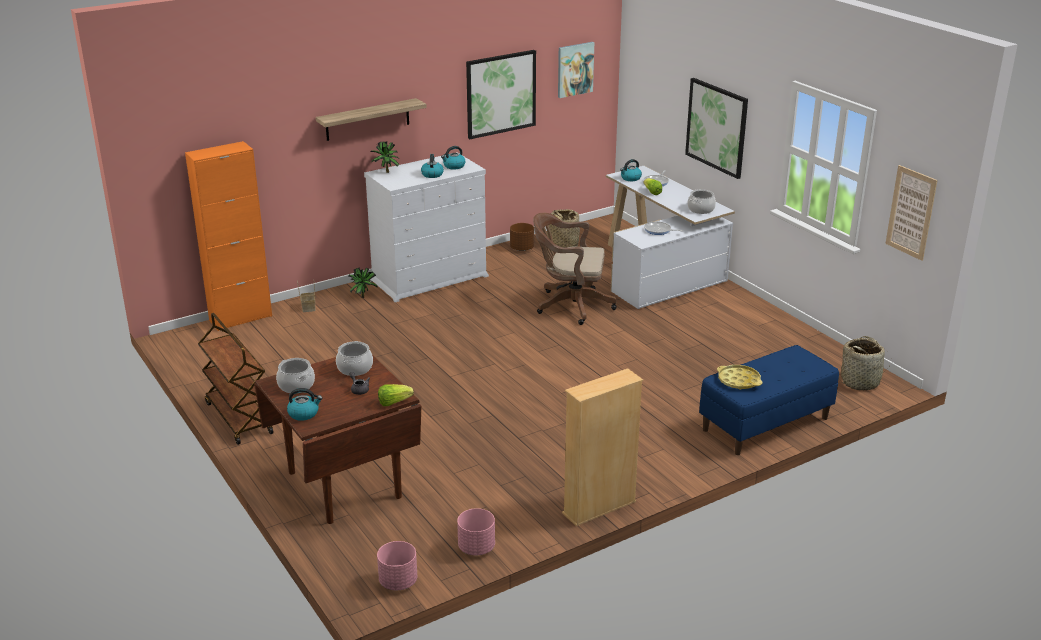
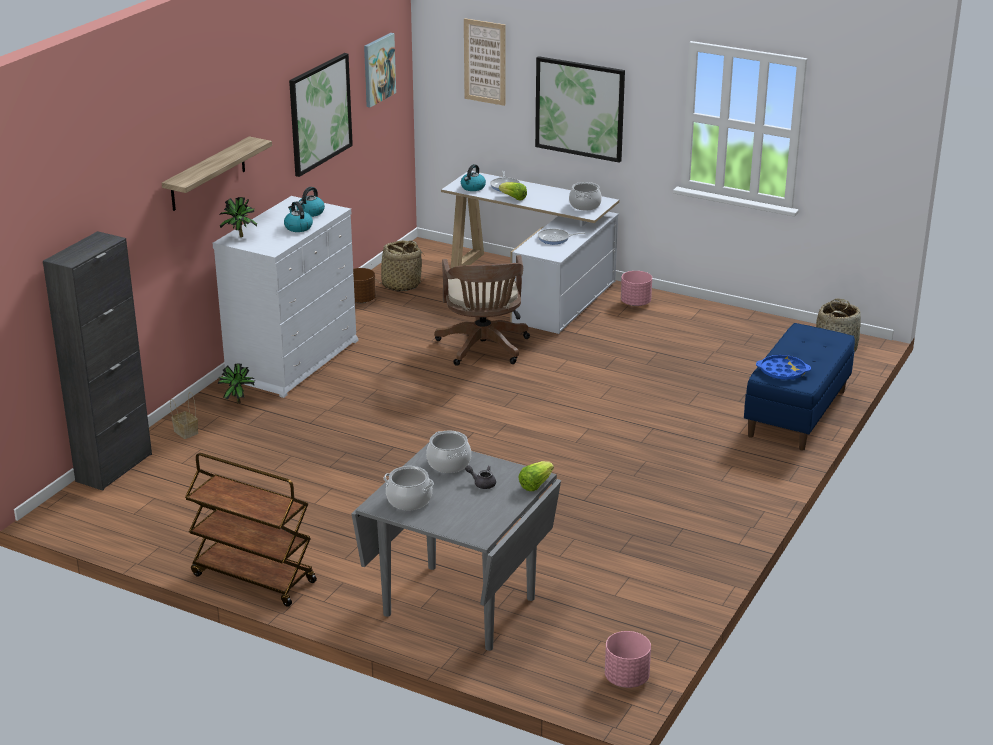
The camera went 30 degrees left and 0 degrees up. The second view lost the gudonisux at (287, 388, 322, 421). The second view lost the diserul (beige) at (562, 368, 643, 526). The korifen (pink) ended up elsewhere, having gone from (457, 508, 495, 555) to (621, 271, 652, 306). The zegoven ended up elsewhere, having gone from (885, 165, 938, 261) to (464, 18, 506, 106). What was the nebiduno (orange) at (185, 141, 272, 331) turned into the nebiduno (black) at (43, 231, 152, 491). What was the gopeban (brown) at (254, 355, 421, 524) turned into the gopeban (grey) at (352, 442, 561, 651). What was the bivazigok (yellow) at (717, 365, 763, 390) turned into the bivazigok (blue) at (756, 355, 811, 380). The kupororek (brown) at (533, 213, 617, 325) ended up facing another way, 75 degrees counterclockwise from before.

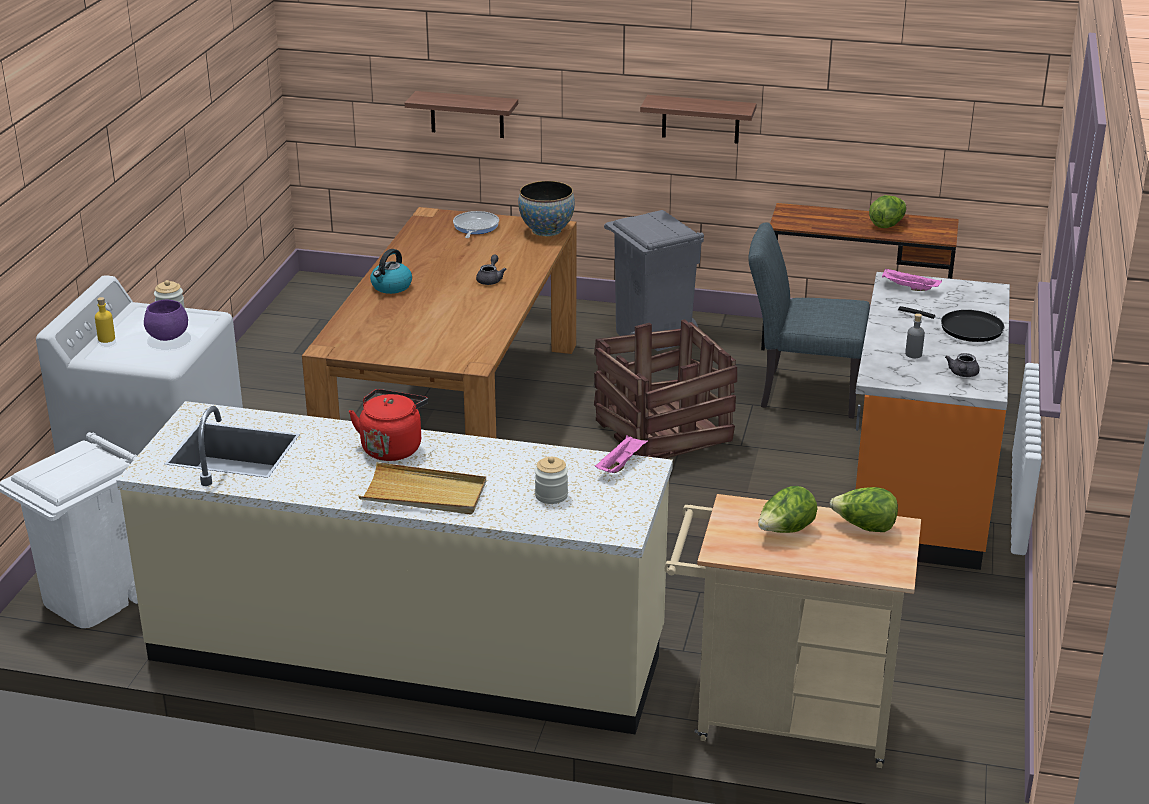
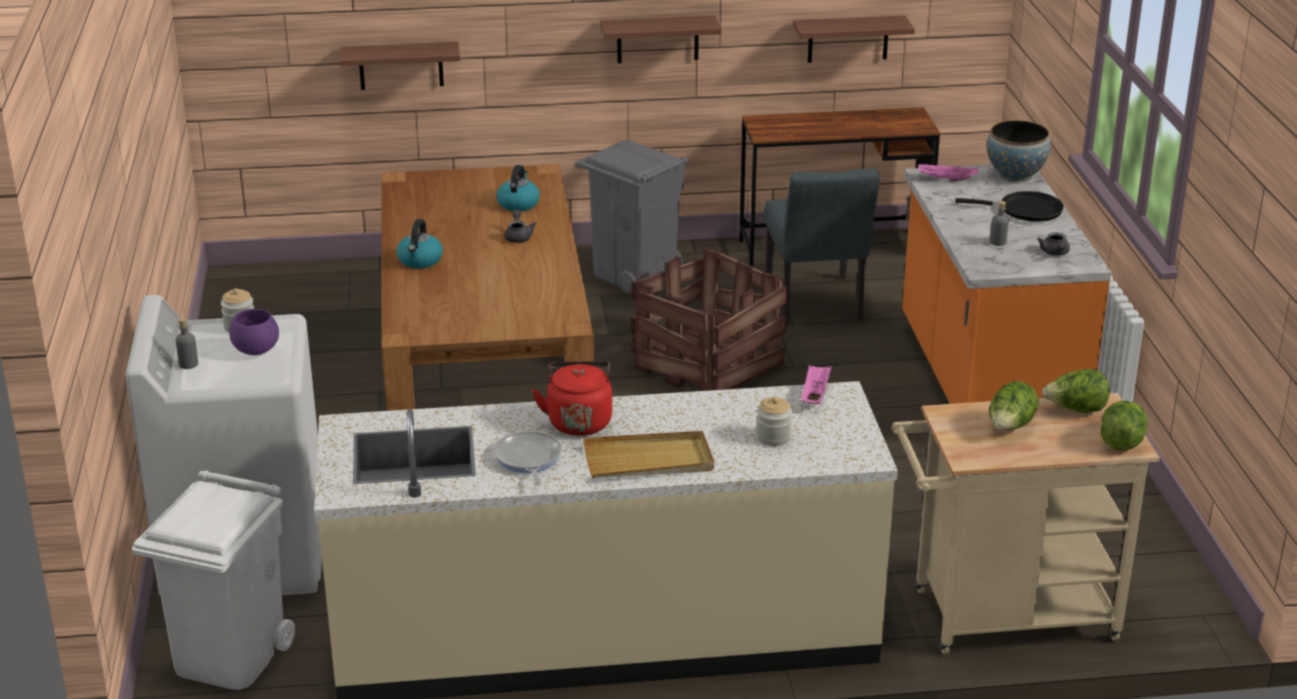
The camera went 20 degrees left and 0 degrees up. The second view gained the gudonisux at (497, 165, 540, 211). The second view gained the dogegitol at (793, 16, 915, 63). The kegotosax ended up elsewhere, having gone from (453, 211, 499, 238) to (494, 431, 562, 485). The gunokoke ended up elsewhere, having gone from (518, 181, 575, 237) to (987, 120, 1050, 182). The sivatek ended up elsewhere, having gone from (869, 195, 906, 228) to (1101, 401, 1148, 451). What was the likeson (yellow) at (95, 297, 115, 343) turned into the likeson (grey) at (176, 318, 198, 369). The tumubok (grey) at (748, 223, 870, 419) ended up facing another way, 90 degrees counterclockwise from before.

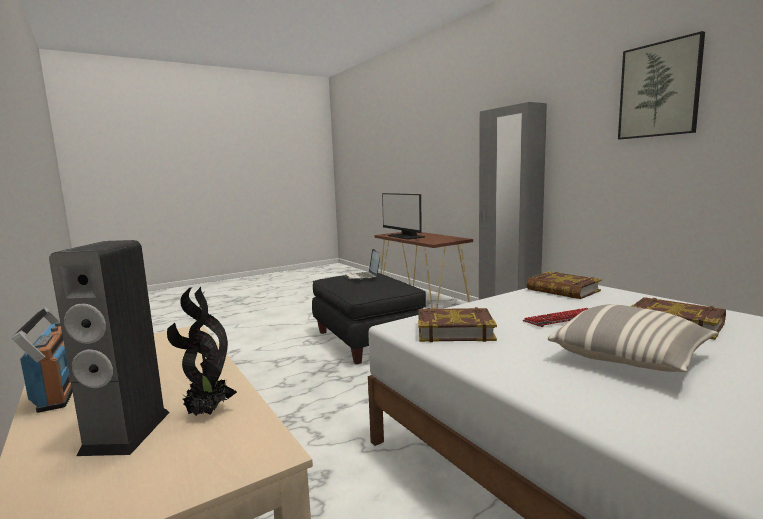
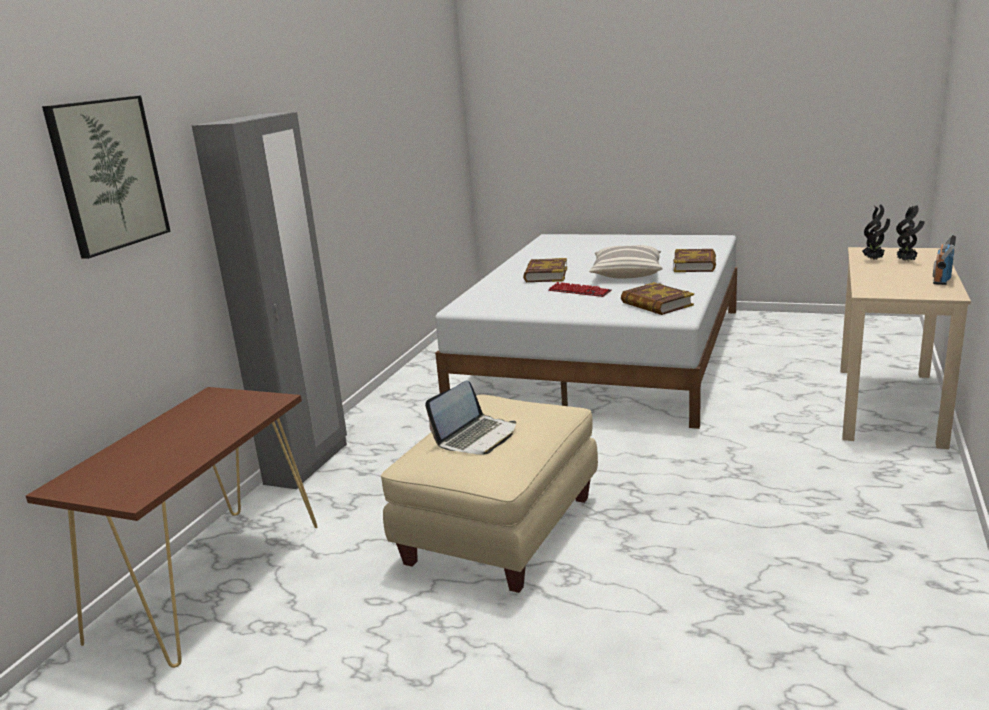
The camera went 125 degrees left and 10 degrees up. The second view lost the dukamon at (382, 193, 425, 240). The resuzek ended up elsewhere, having gone from (527, 271, 602, 299) to (673, 249, 716, 272). The zegoven ended up elsewhere, having gone from (618, 31, 705, 139) to (42, 95, 171, 259). Where the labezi stood at (49, 240, 170, 456), the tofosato came to stand at (896, 205, 925, 262). What was the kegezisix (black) at (312, 273, 426, 364) turned into the kegezisix (beige) at (381, 394, 598, 593).

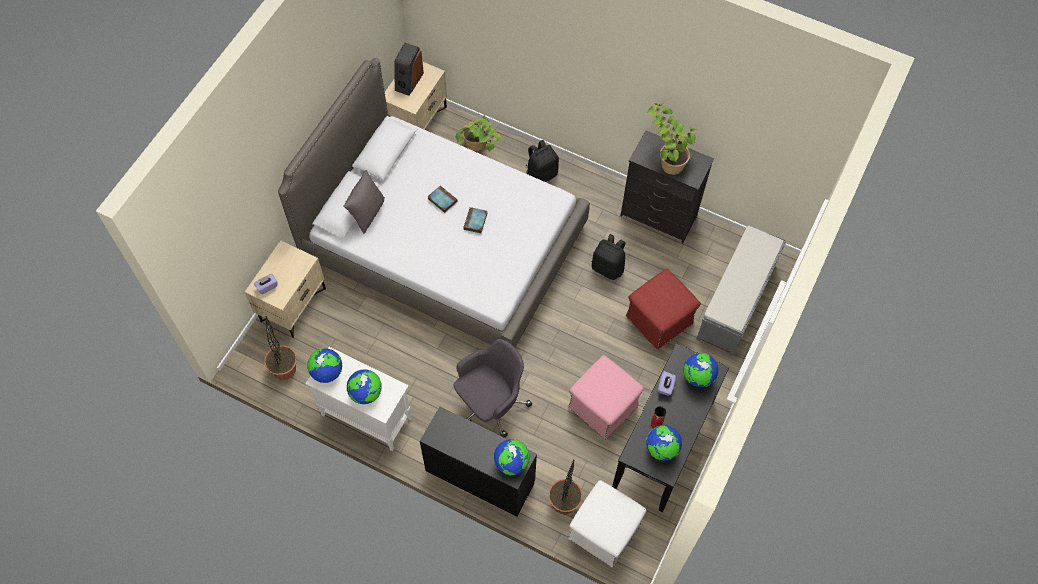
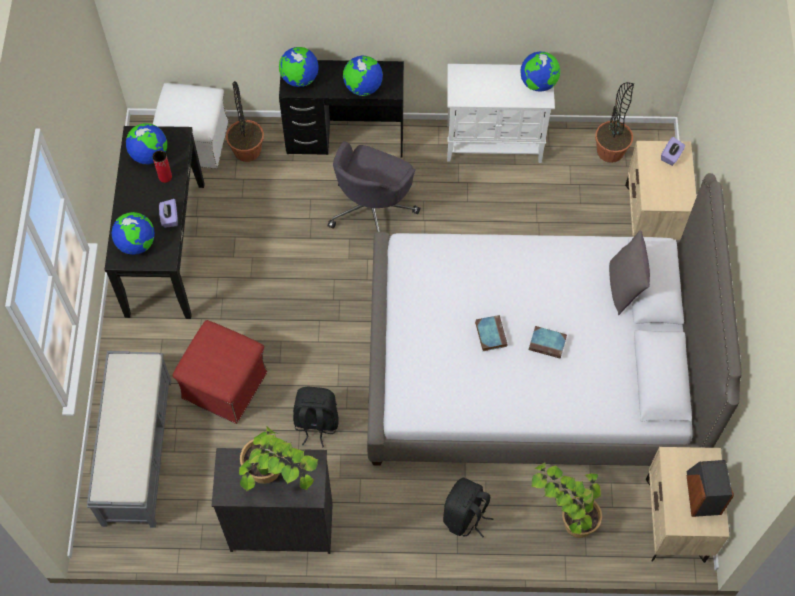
The camera went 155 degrees right and 0 degrees up. The second view lost the kegezisix (pink) at (568, 355, 644, 439). The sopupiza ended up elsewhere, having gone from (347, 369, 382, 404) to (343, 56, 383, 96).

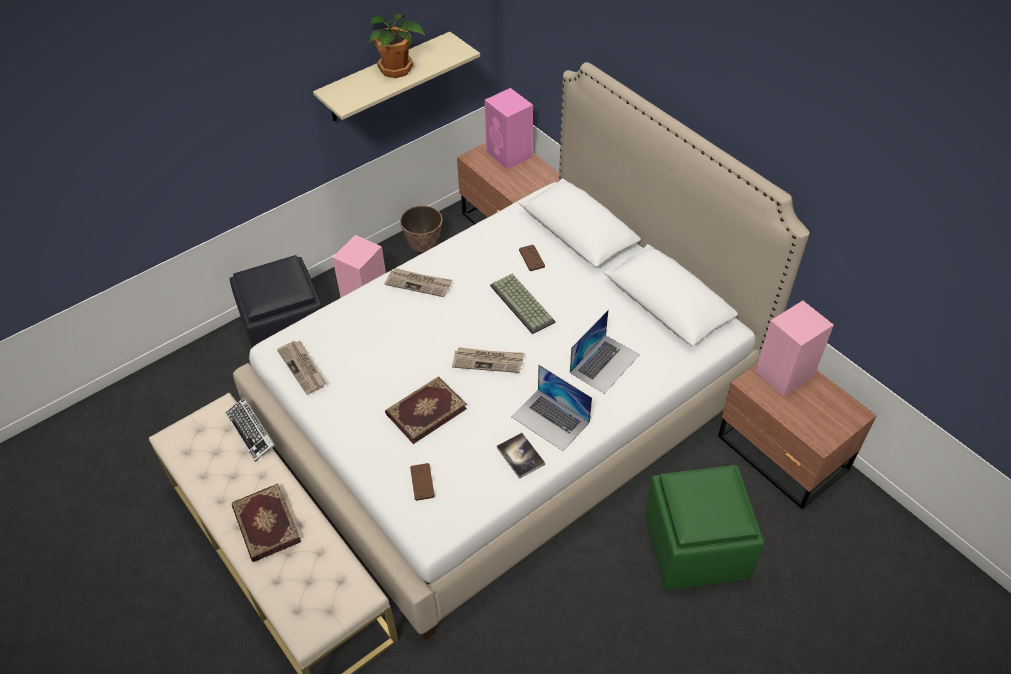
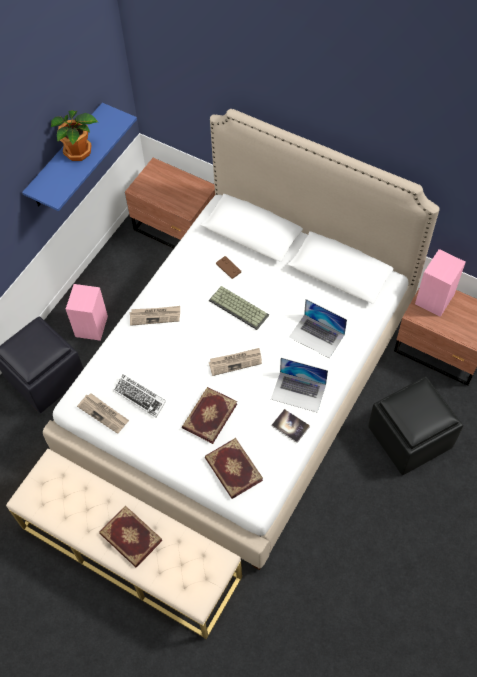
The camera went 20 degrees left and 10 degrees up. The second view lost the korifen at (400, 206, 442, 253). The second view lost the labezi (pink) at (485, 88, 533, 170). The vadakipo ended up elsewhere, having gone from (225, 397, 275, 462) to (113, 374, 166, 417). Where the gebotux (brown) stood at (410, 463, 435, 501), the resuzek came to stand at (205, 438, 263, 499). What was the dogegitol (beige) at (313, 32, 480, 121) turned into the dogegitol (blue) at (22, 103, 137, 211). What was the kegezisix (green) at (645, 465, 765, 590) turned into the kegezisix (black) at (368, 376, 463, 475). The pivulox at (570, 310, 640, 394) ended up facing another way, 105 degrees clockwise from before.

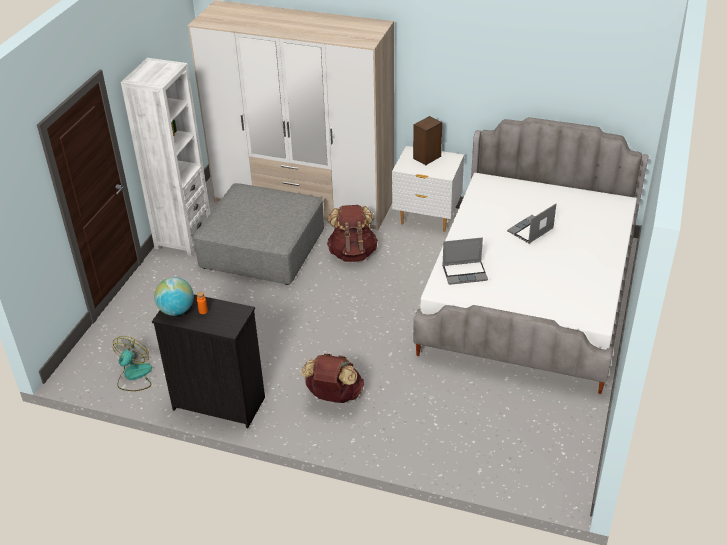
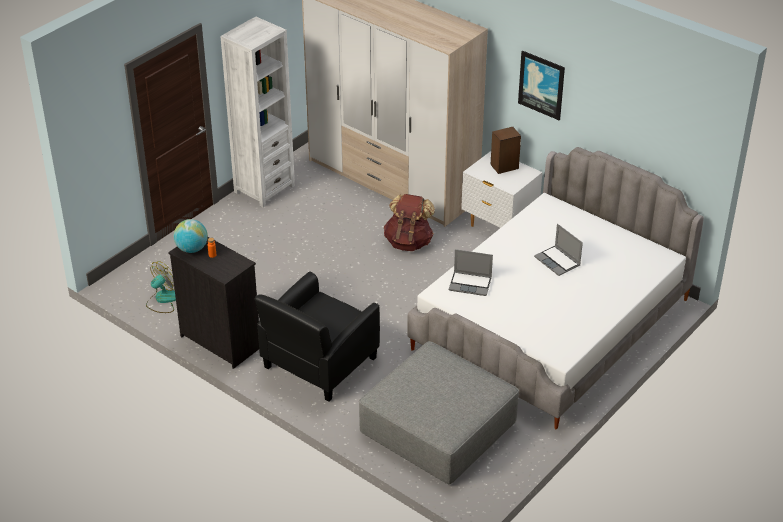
The camera went 20 degrees right and 0 degrees up. The second view gained the zegoven at (518, 51, 565, 120). The kegezisix (grey) ended up elsewhere, having gone from (193, 183, 324, 285) to (359, 341, 519, 484). Where the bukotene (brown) stood at (301, 353, 364, 403), the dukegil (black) came to stand at (255, 271, 380, 402). The pivulox at (507, 204, 556, 243) ended up facing another way, 105 degrees counterclockwise from before.

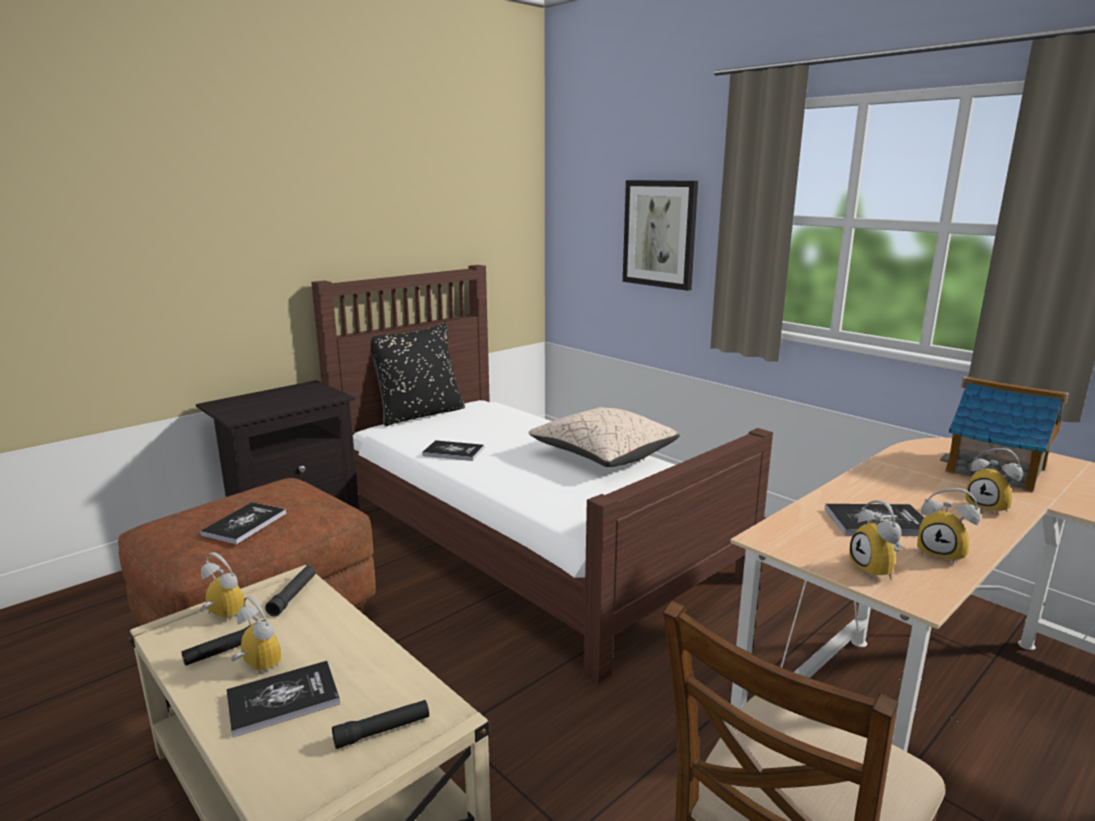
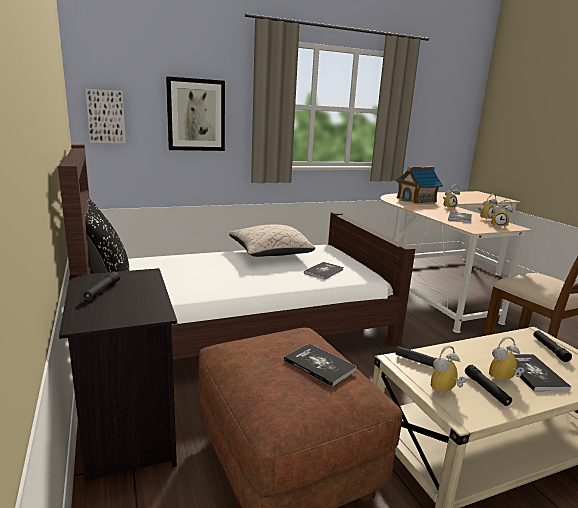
The camera went 70 degrees left and 0 degrees up. The second view gained the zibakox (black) at (83, 272, 120, 300). The second view gained the zegoven at (86, 89, 126, 143). The resuzek ended up elsewhere, having gone from (422, 440, 484, 461) to (304, 262, 343, 280).

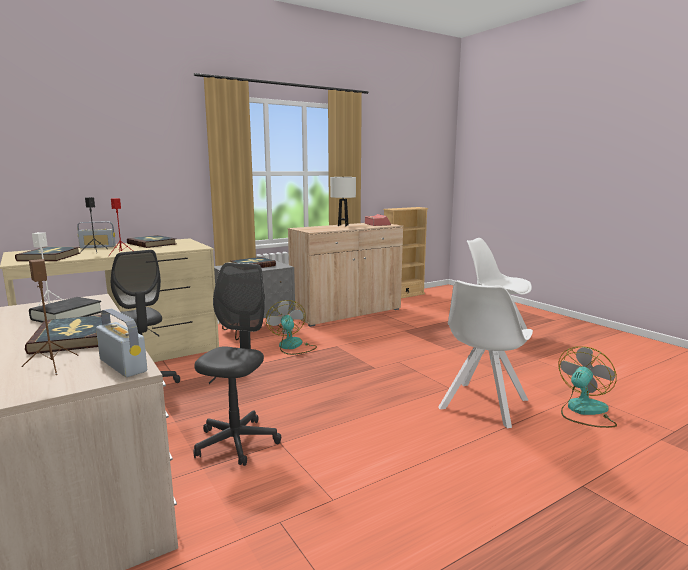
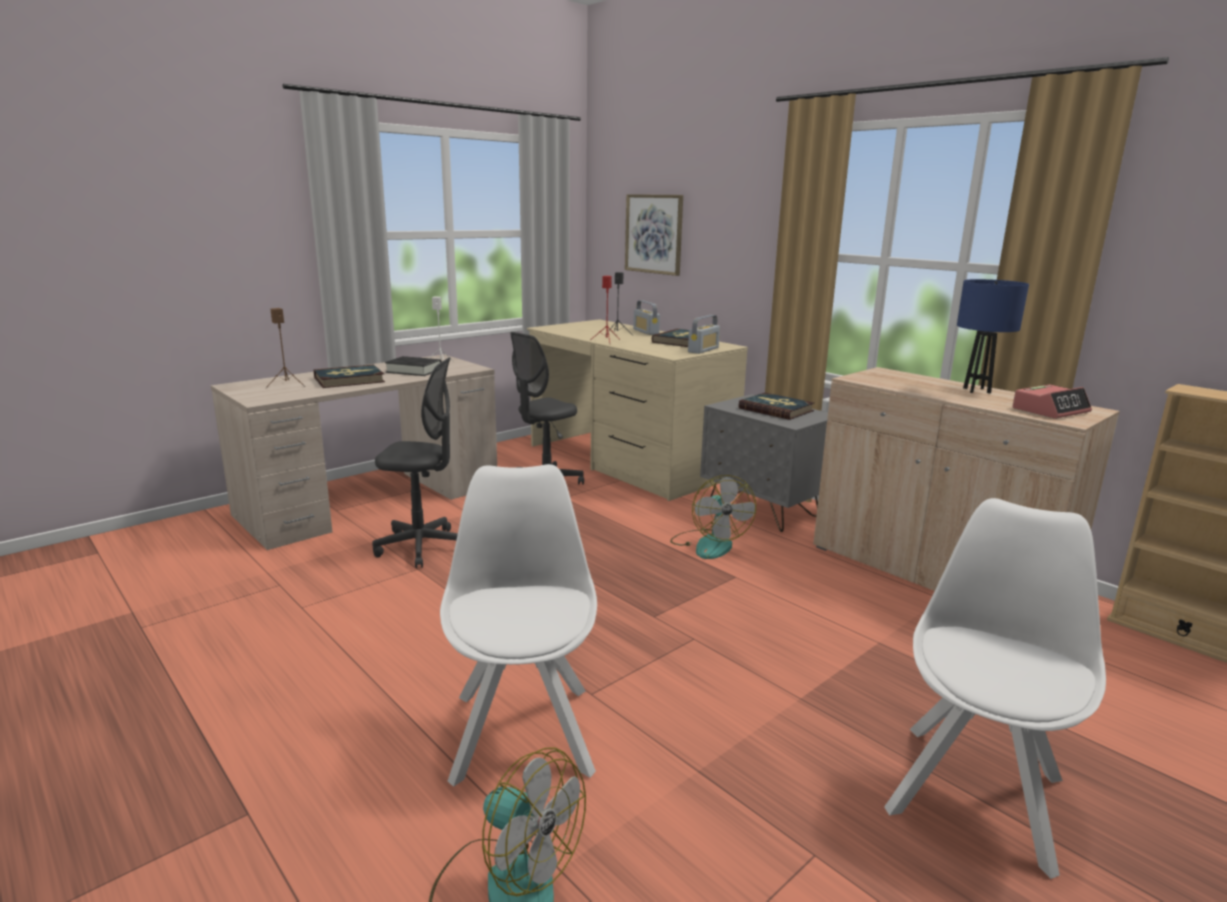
The camera went 80 degrees right and 5 degrees up. The second view lost the resuzek at (15, 247, 80, 261). The second view gained the zegoven at (625, 194, 683, 276). The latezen ended up elsewhere, having gone from (96, 309, 147, 377) to (688, 315, 720, 354). What was the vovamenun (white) at (330, 177, 356, 226) turned into the vovamenun (blue) at (957, 279, 1029, 393). The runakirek at (266, 300, 317, 355) ended up facing another way, 105 degrees clockwise from before. The tumubok (white) at (438, 280, 533, 428) ended up facing another way, 60 degrees clockwise from before.

